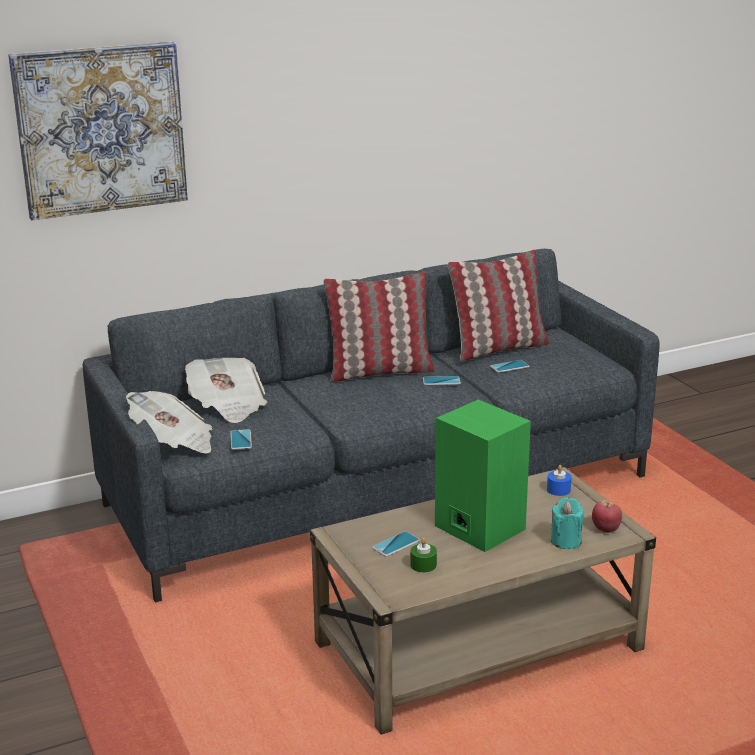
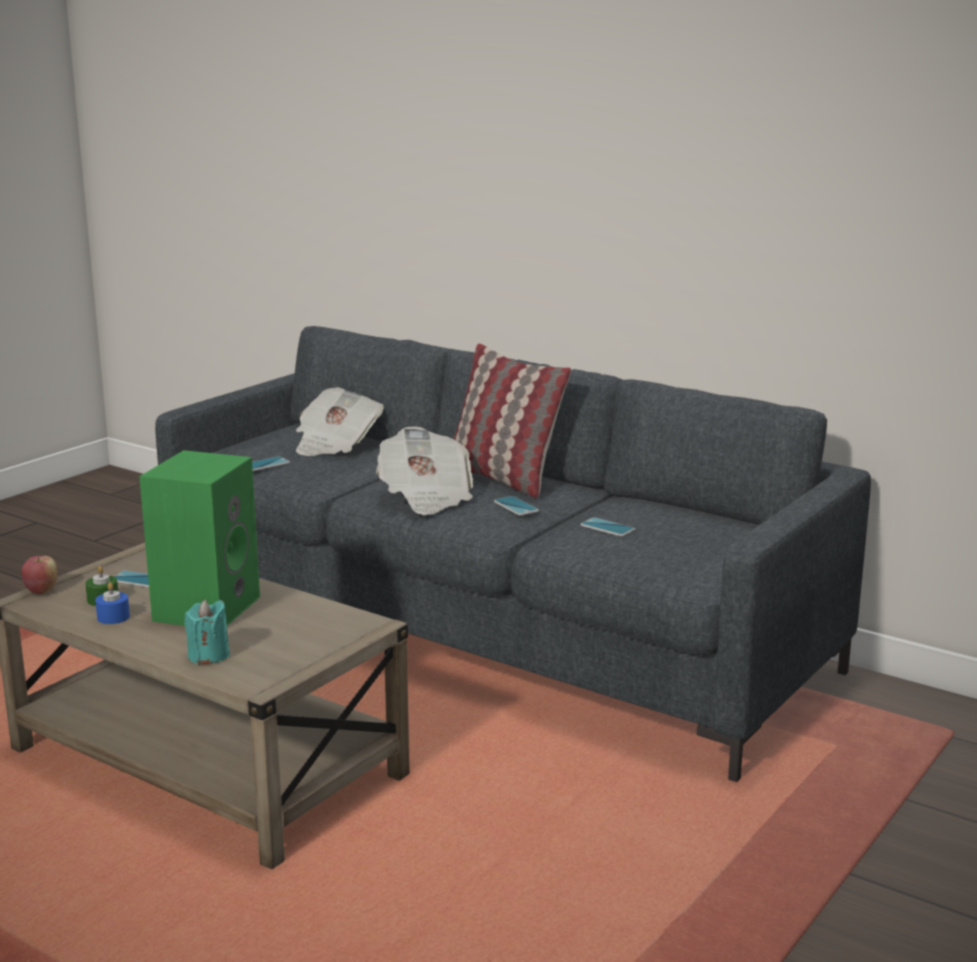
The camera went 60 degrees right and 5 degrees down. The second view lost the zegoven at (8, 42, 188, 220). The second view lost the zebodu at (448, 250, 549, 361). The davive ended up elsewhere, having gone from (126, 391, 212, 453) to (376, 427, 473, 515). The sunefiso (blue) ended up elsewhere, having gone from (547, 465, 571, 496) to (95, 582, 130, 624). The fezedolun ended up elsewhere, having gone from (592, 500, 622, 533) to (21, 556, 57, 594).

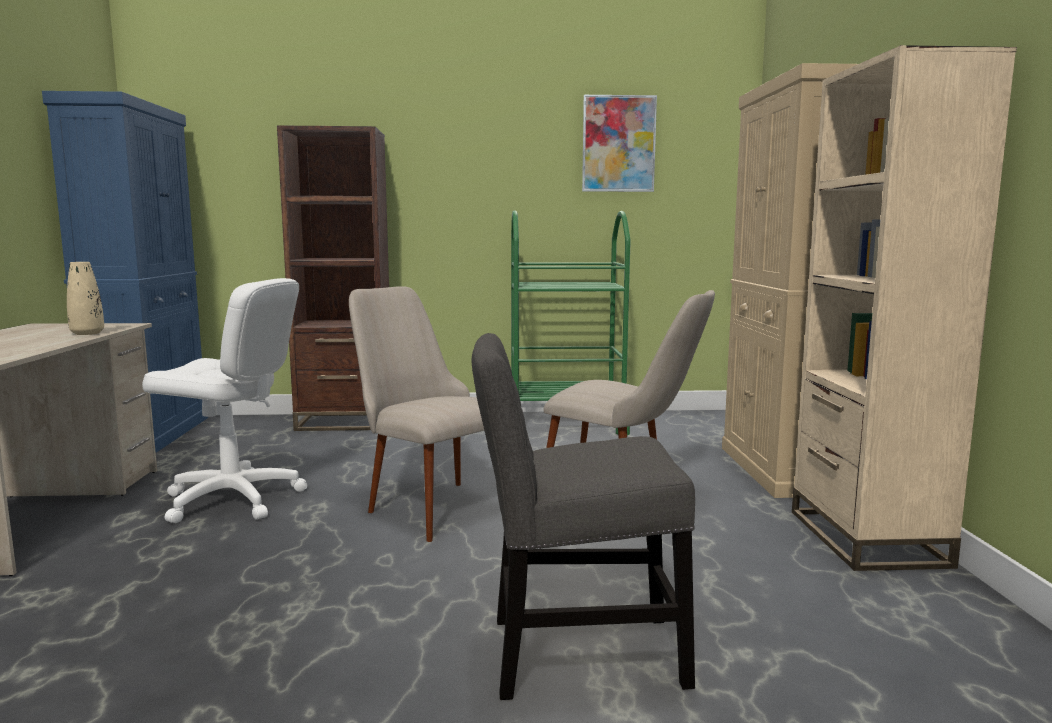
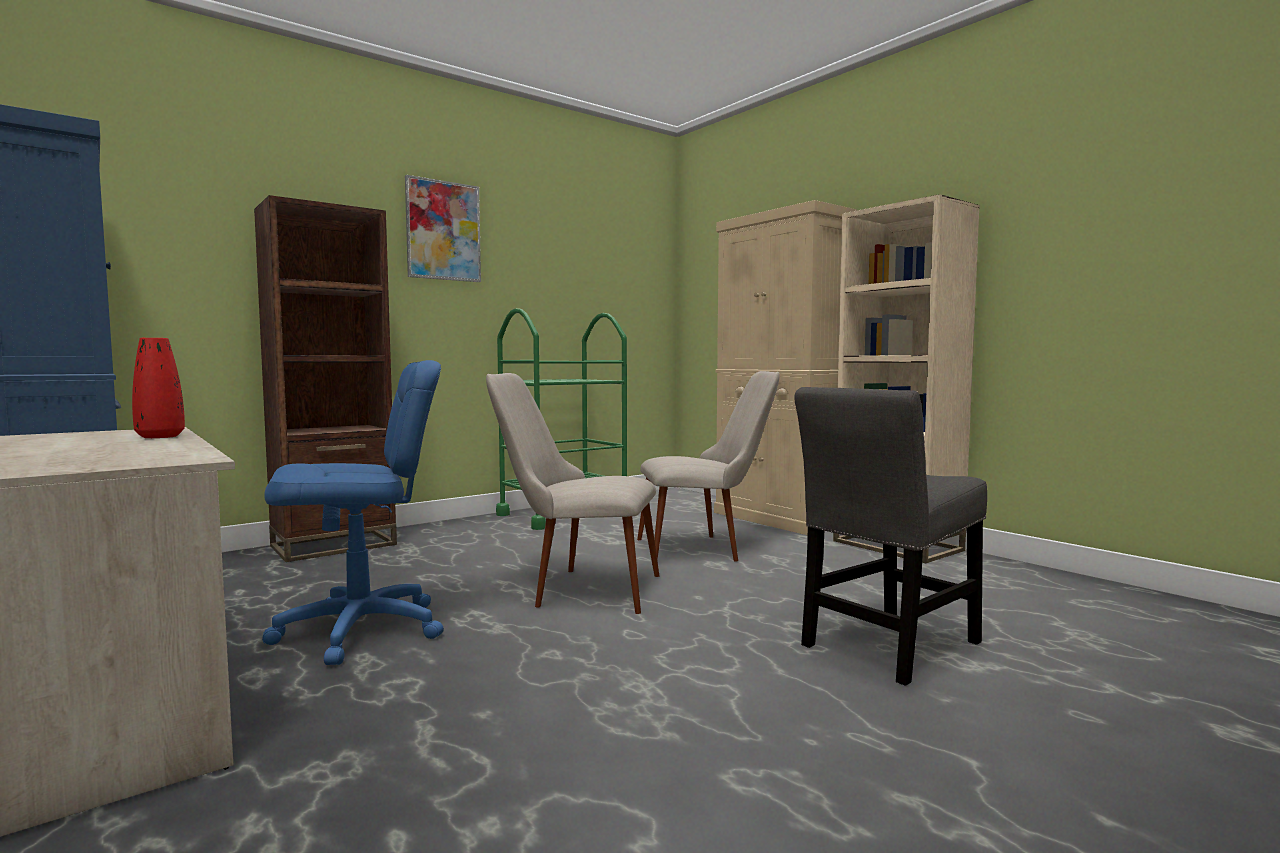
The camera went 35 degrees left and 5 degrees down. The zegoven ended up elsewhere, having gone from (582, 95, 657, 192) to (405, 175, 481, 282). What was the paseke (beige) at (67, 262, 104, 335) turned into the paseke (red) at (132, 338, 185, 438). What was the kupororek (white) at (142, 278, 307, 523) turned into the kupororek (blue) at (262, 360, 444, 665).

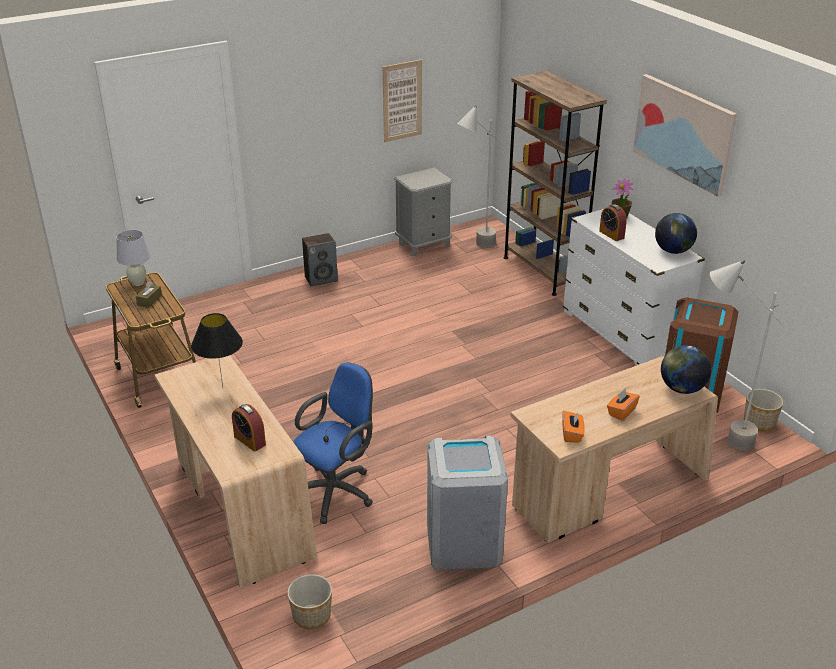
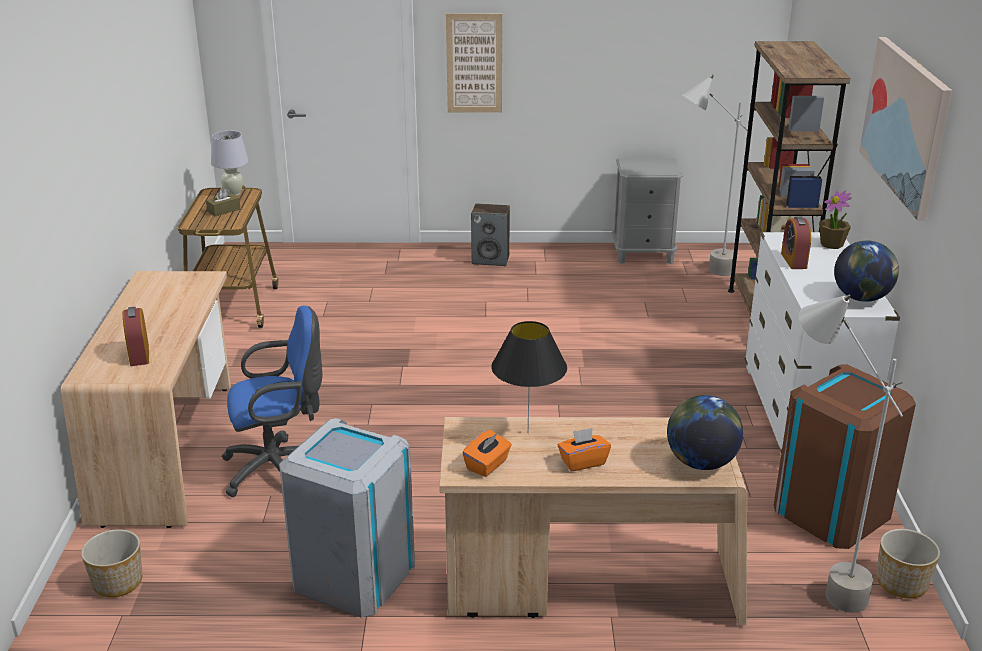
The camera went 30 degrees right and 5 degrees down. The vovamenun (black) ended up elsewhere, having gone from (191, 313, 243, 387) to (491, 321, 567, 433). The zegoven ended up elsewhere, having gone from (383, 60, 422, 142) to (446, 13, 502, 112).

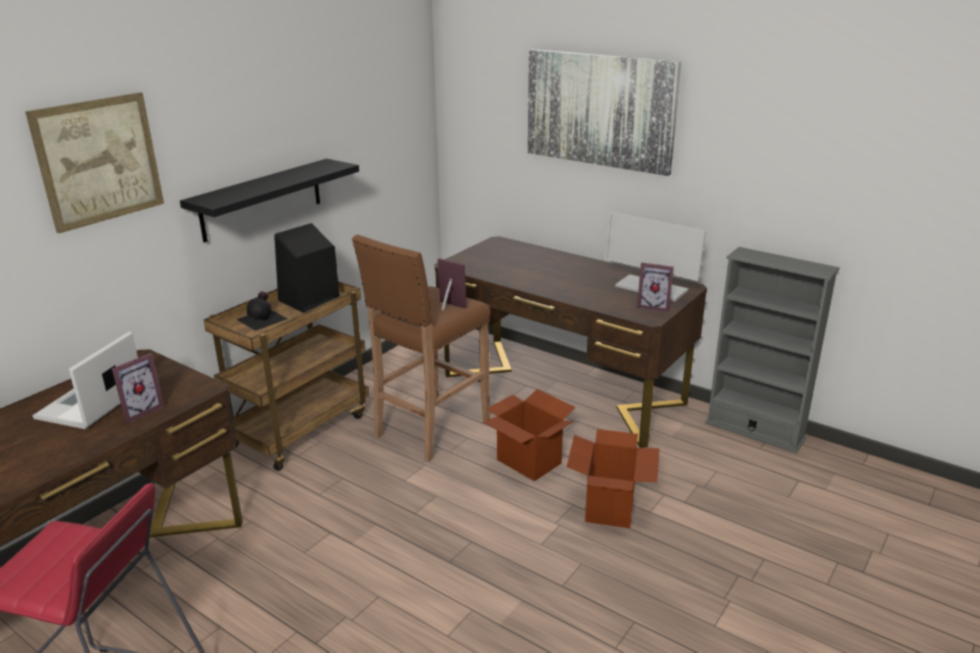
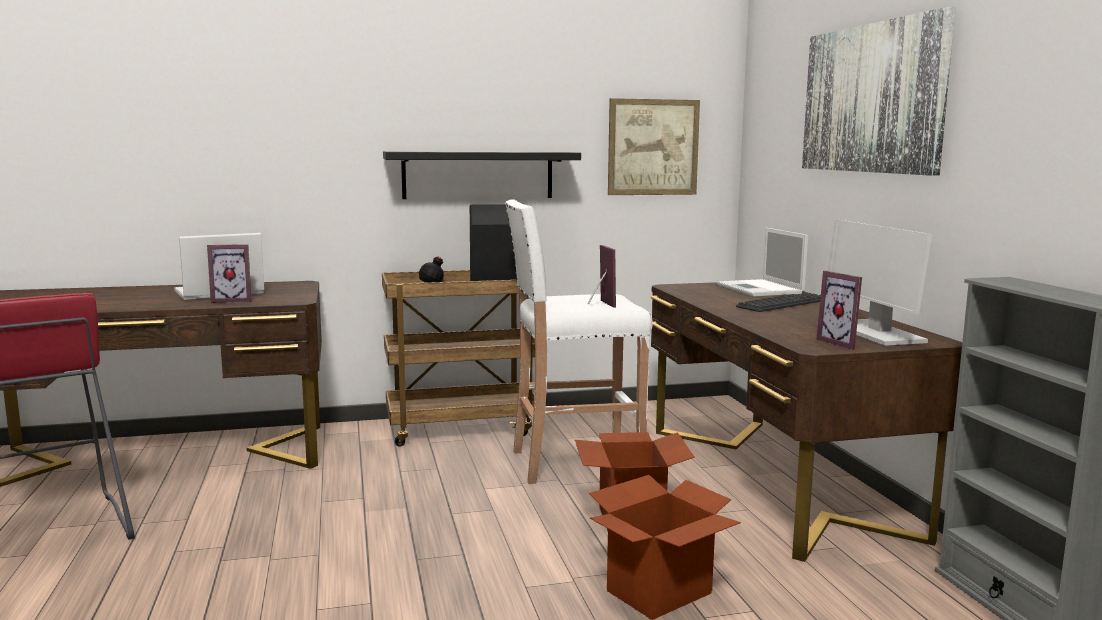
The camera went 40 degrees right and 15 degrees down. The second view gained the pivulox at (717, 228, 808, 296). The second view gained the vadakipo at (736, 293, 821, 312). The zegoven ended up elsewhere, having gone from (25, 92, 164, 233) to (608, 98, 700, 195). What was the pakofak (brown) at (352, 235, 491, 462) turned into the pakofak (white) at (505, 199, 653, 484).

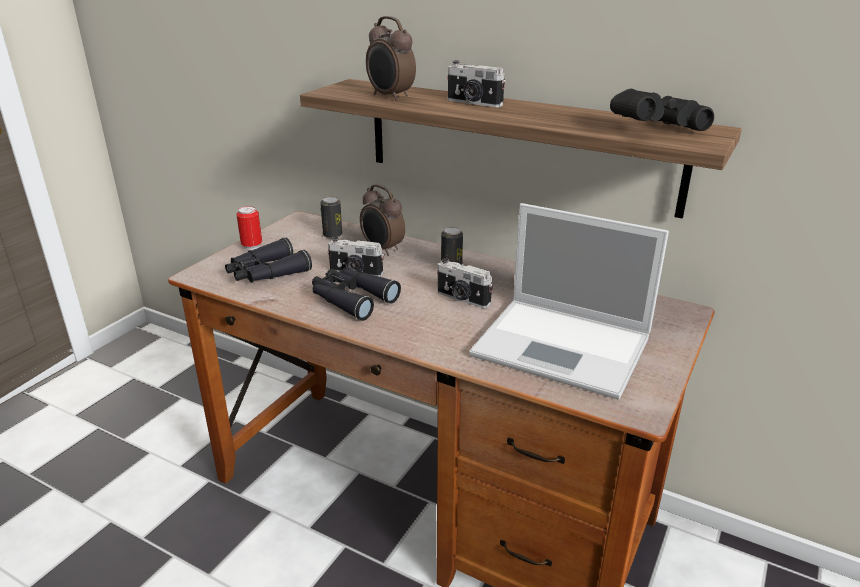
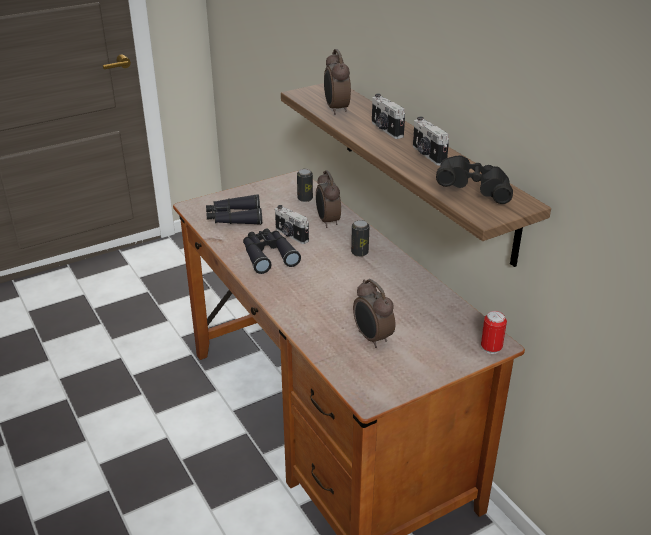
The camera went 30 degrees right and 5 degrees up. The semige ended up elsewhere, having gone from (236, 206, 262, 250) to (481, 311, 507, 354). The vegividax ended up elsewhere, having gone from (437, 258, 493, 308) to (413, 116, 449, 166). Where the pivulox stood at (469, 203, 669, 400), the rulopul came to stand at (353, 279, 395, 348).

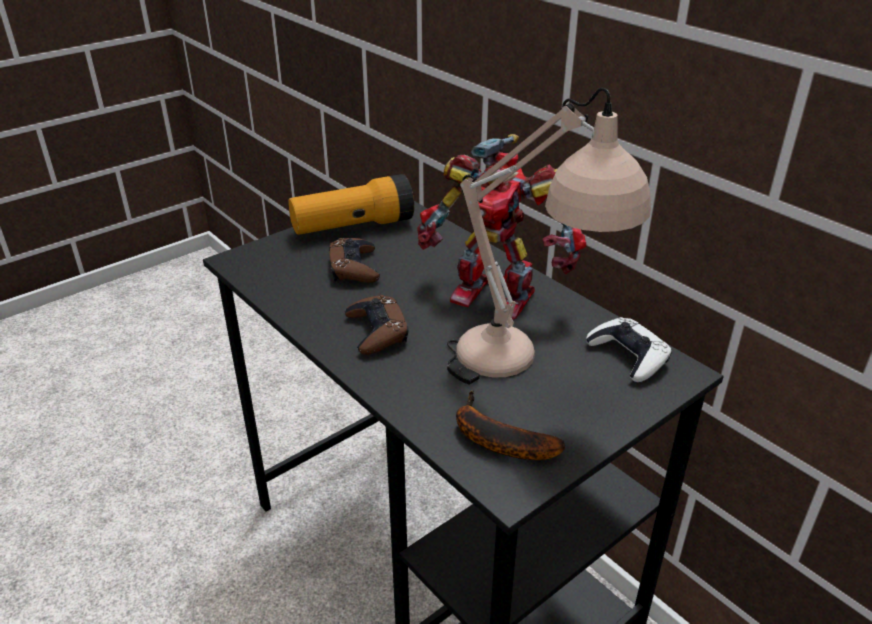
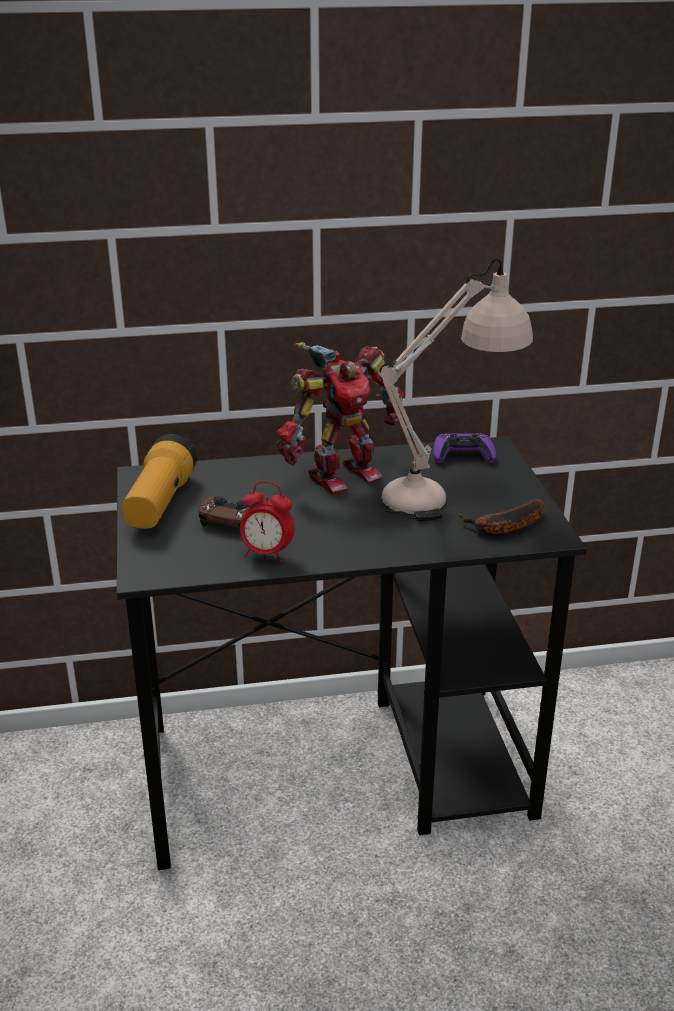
The camera went 60 degrees left and 5 degrees down. The second view lost the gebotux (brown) at (345, 295, 409, 355). The second view gained the rulopul at (240, 481, 295, 562). What was the gebotux (white) at (586, 317, 672, 382) turned into the gebotux (purple) at (433, 433, 496, 463).

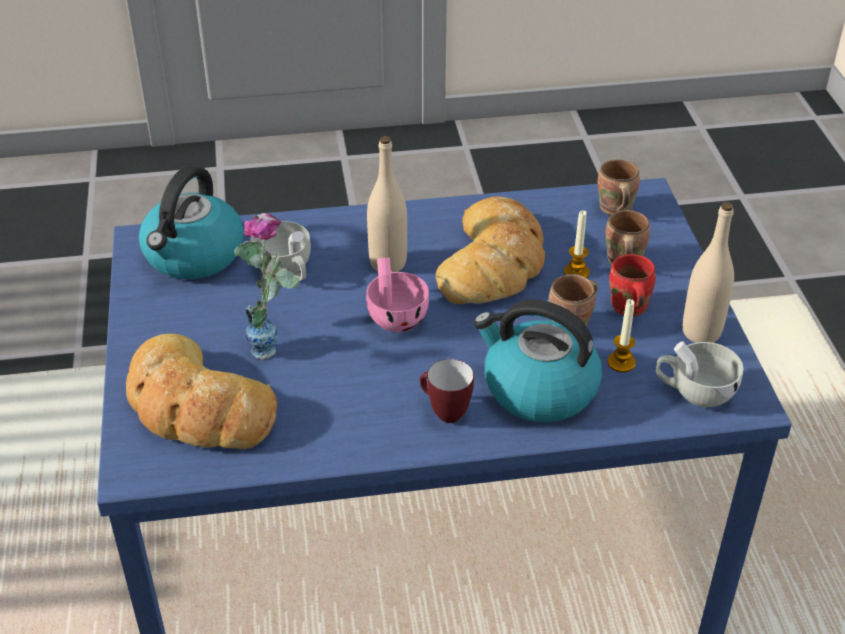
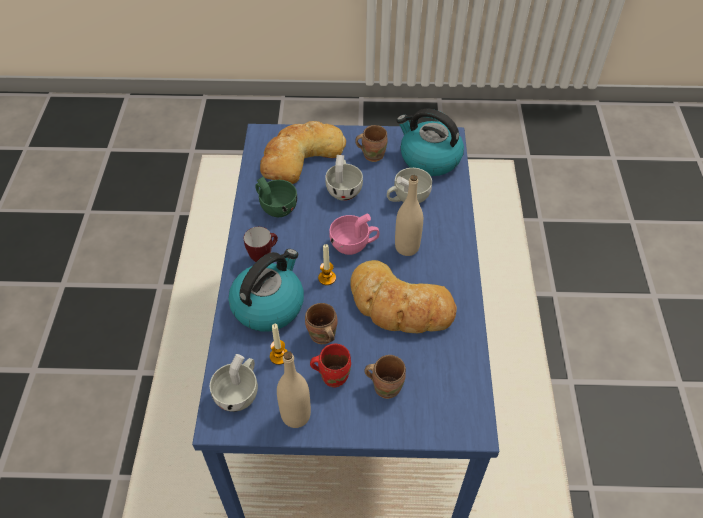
The camera went 100 degrees right and 10 degrees up. The second view gained the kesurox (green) at (255, 176, 297, 217). The sunefiso ended up elsewhere, having gone from (564, 210, 590, 278) to (318, 244, 336, 285). The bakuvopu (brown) ended up elsewhere, having gone from (598, 159, 640, 215) to (355, 125, 388, 162). Where the paseke stood at (234, 213, 299, 360), the kesurox (white) came to stand at (325, 155, 363, 201).

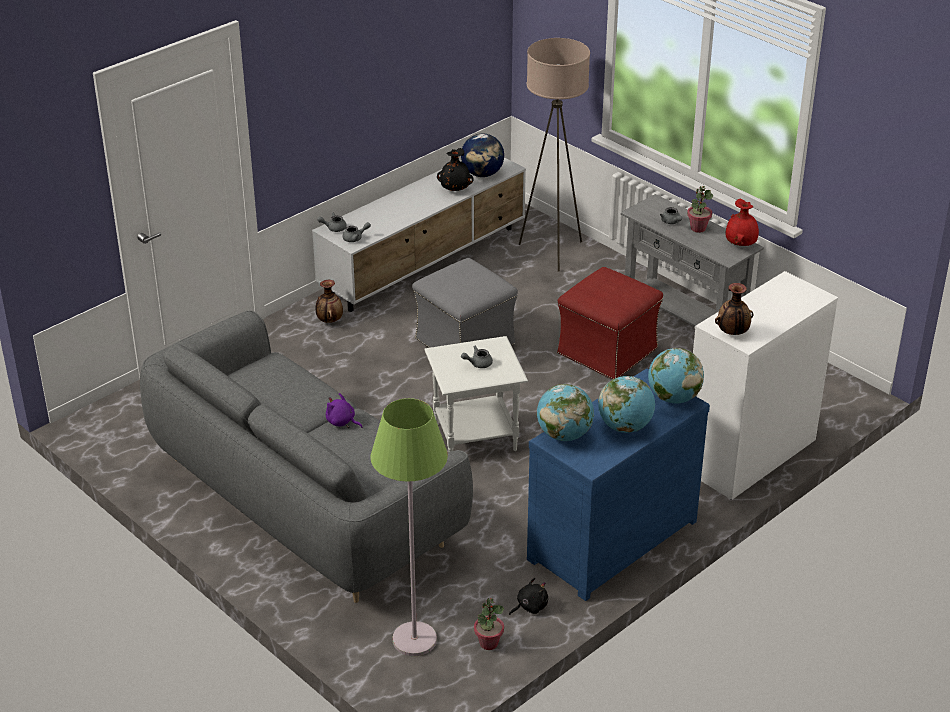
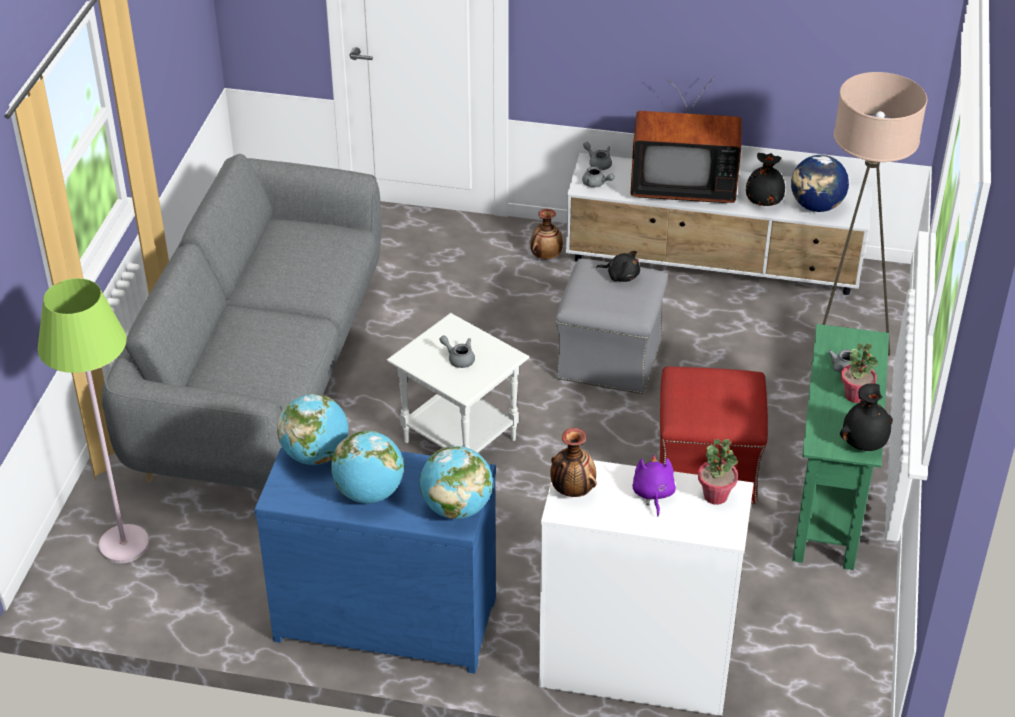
The camera went 55 degrees right and 5 degrees up. The second view gained the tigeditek at (631, 76, 742, 203). The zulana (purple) ended up elsewhere, having gone from (326, 393, 362, 428) to (632, 454, 676, 516). The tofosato ended up elsewhere, having gone from (474, 598, 504, 650) to (698, 439, 738, 505). The zulana (black) ended up elsewhere, having gone from (509, 578, 548, 615) to (596, 251, 640, 282). What was the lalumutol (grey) at (621, 194, 764, 327) turned into the lalumutol (green) at (792, 324, 889, 570). What was the paseke (red) at (726, 199, 759, 246) turned into the paseke (black) at (840, 383, 893, 451).

